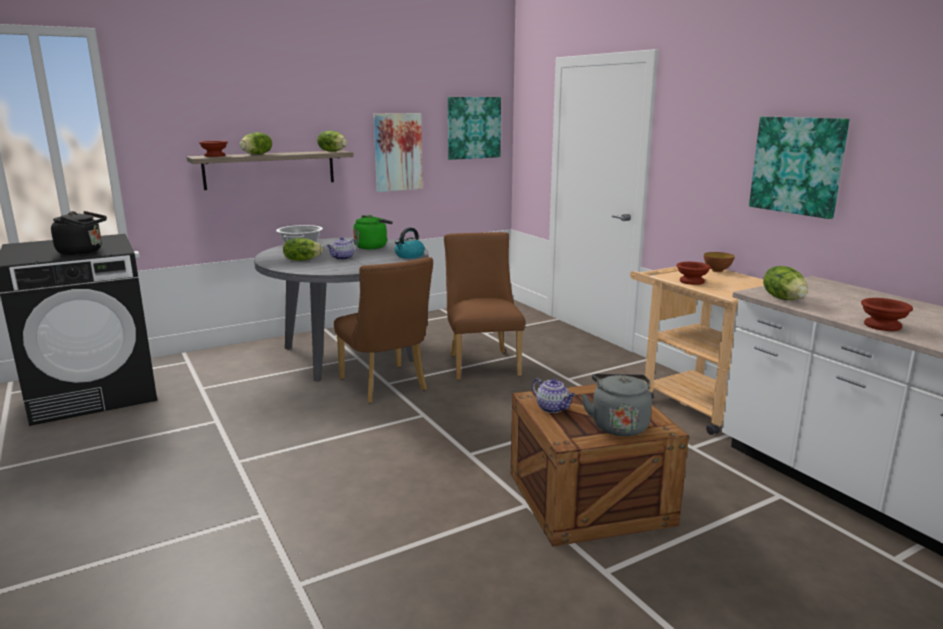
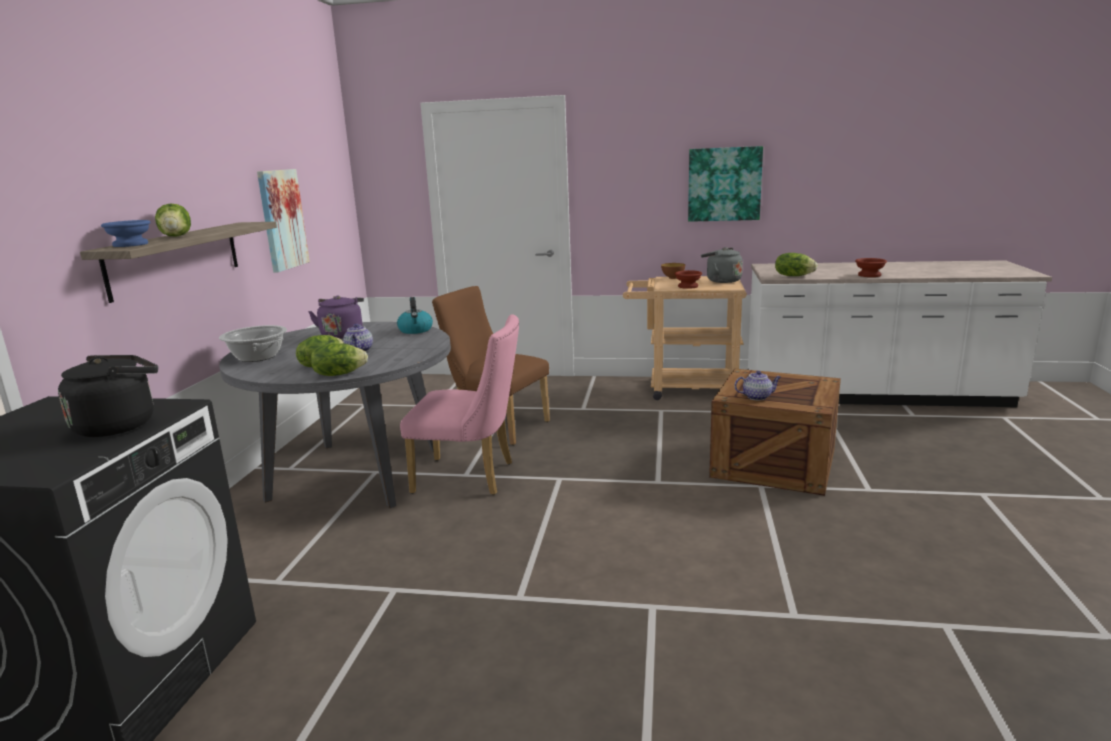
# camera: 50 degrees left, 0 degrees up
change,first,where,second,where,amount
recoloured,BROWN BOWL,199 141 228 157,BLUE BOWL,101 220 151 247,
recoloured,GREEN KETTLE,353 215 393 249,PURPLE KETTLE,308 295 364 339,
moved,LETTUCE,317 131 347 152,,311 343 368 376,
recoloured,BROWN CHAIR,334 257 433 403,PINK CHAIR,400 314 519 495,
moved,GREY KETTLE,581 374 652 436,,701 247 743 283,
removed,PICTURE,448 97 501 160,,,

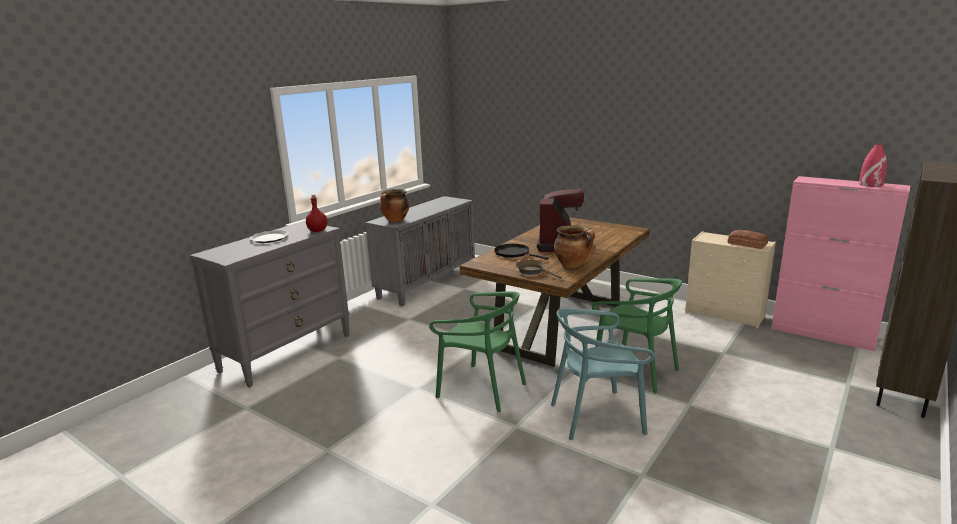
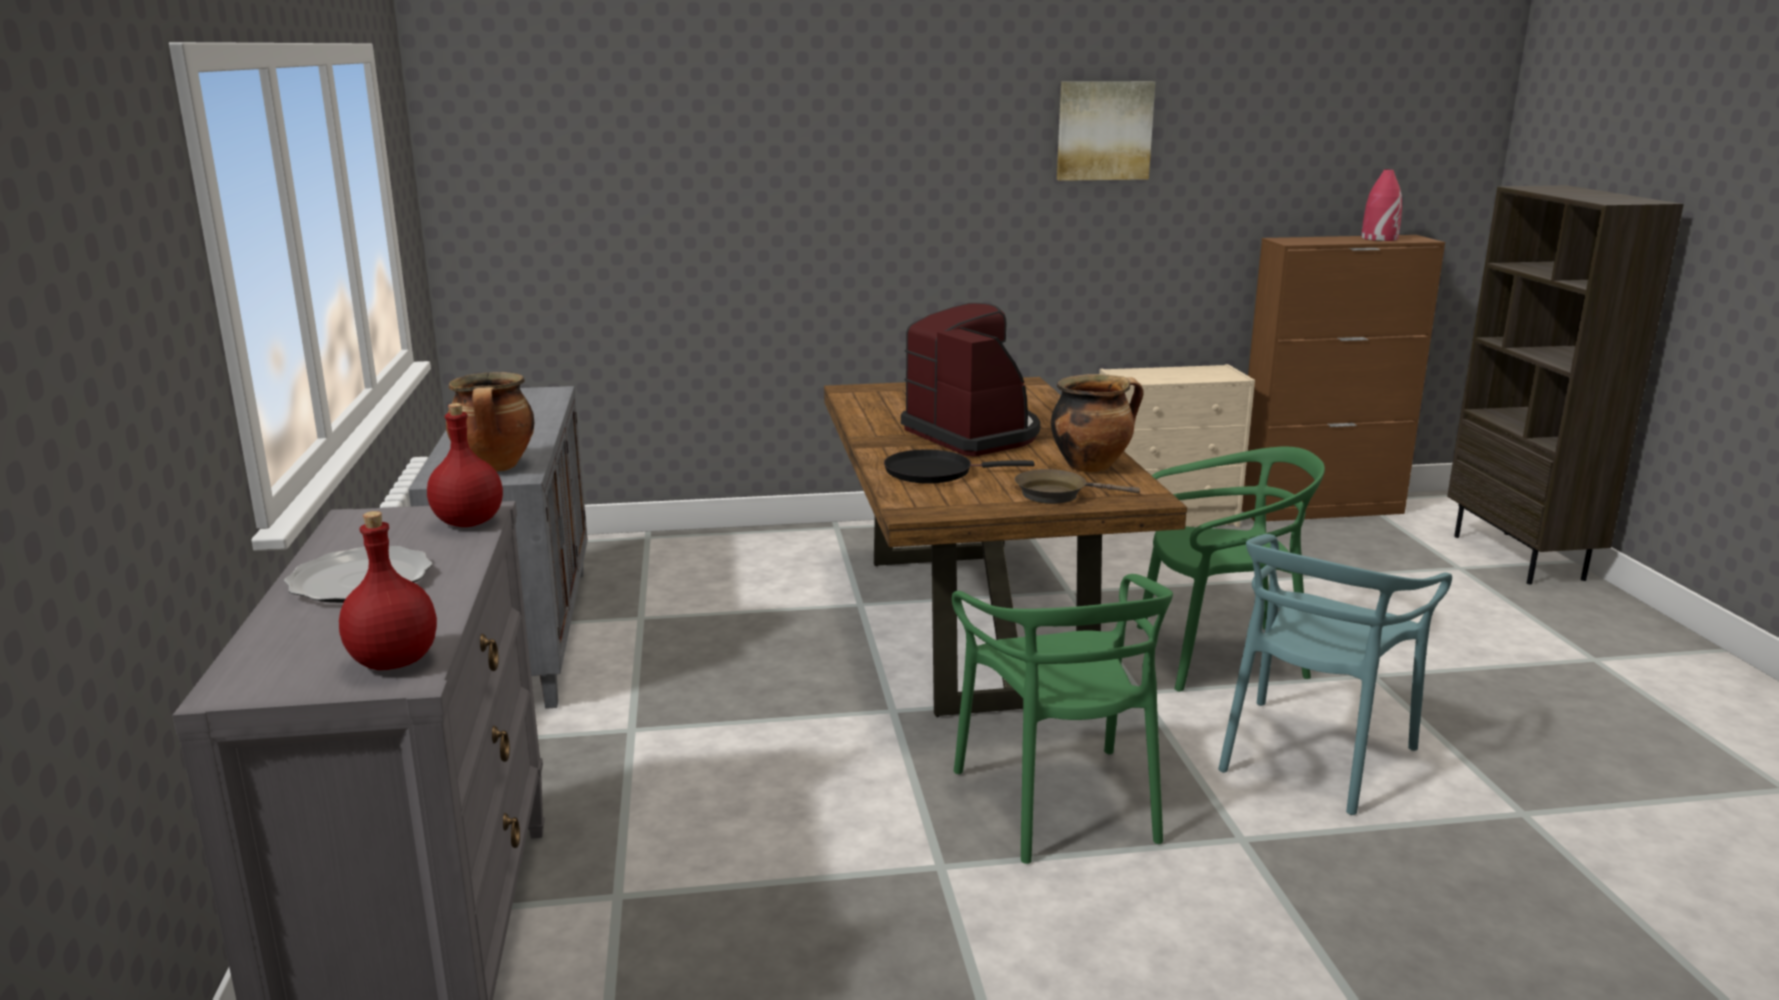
# camera: 45 degrees left, 0 degrees up
change,first,where,second,where,amount
added,,,RED BOTTLE,339 511 437 670,
turned,GREEN CHAIR,429 292 526 412,,952 574 1173 864,90 degrees clockwise
added,,,PICTURE,1057 81 1156 181,
recoloured,PINK CABINET,771 176 910 351,BROWN CABINET,1242 235 1445 521,
removed,BREAD,727 230 768 249,,,

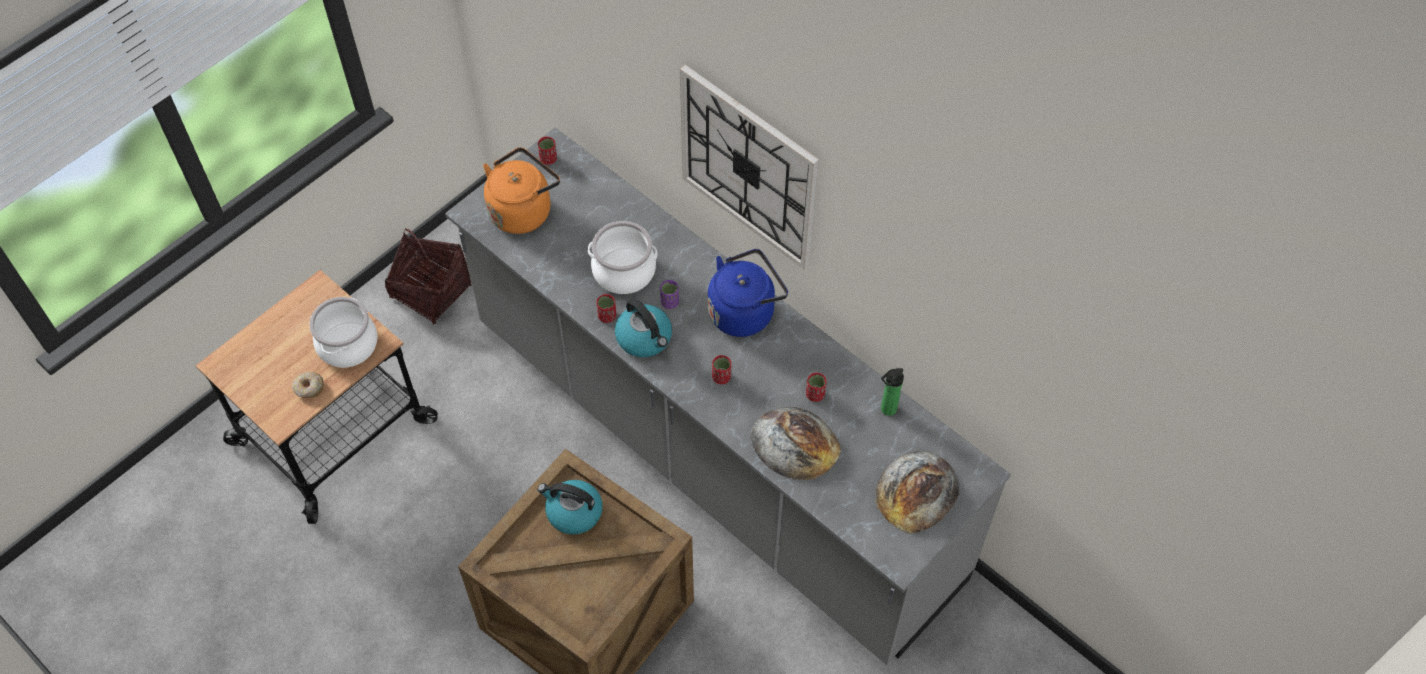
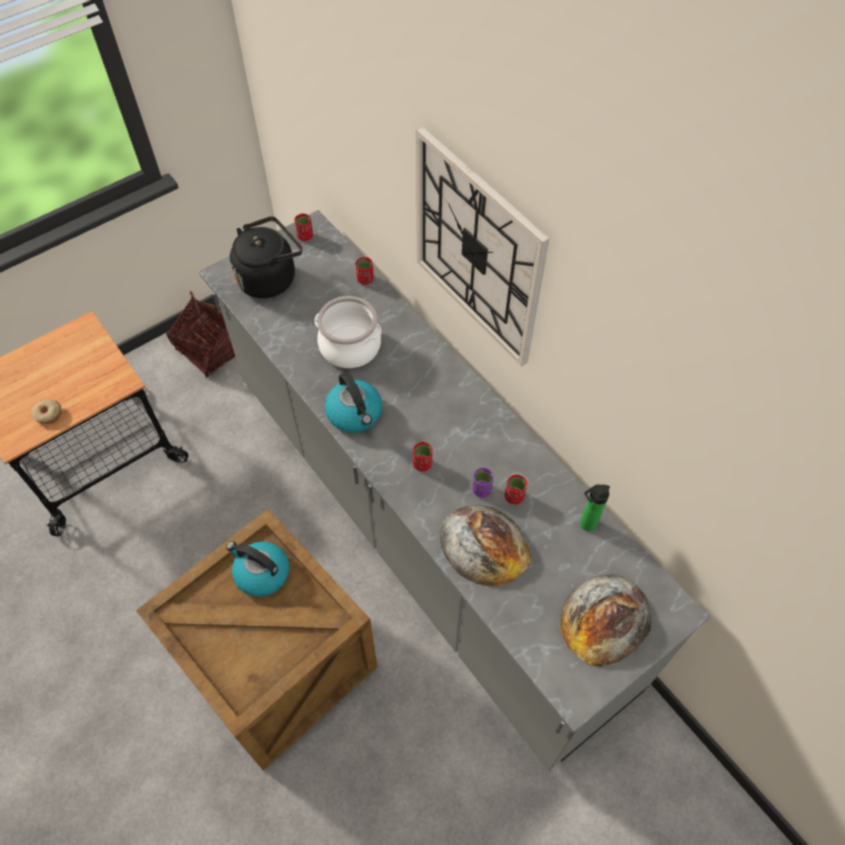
# camera: 10 degrees right, 0 degrees up
change,first,where,second,where,amount
recoloured,ORANGE KETTLE,483 147 560 234,BLACK KETTLE,230 216 302 298,
moved,RED CUP,596 294 616 323,,356 257 373 285,
moved,PURPLE CUP,660 280 679 309,,472 468 494 498,
removed,COOKING POT,309 297 378 368,,,
removed,BLUE KETTLE,708 249 788 337,,,

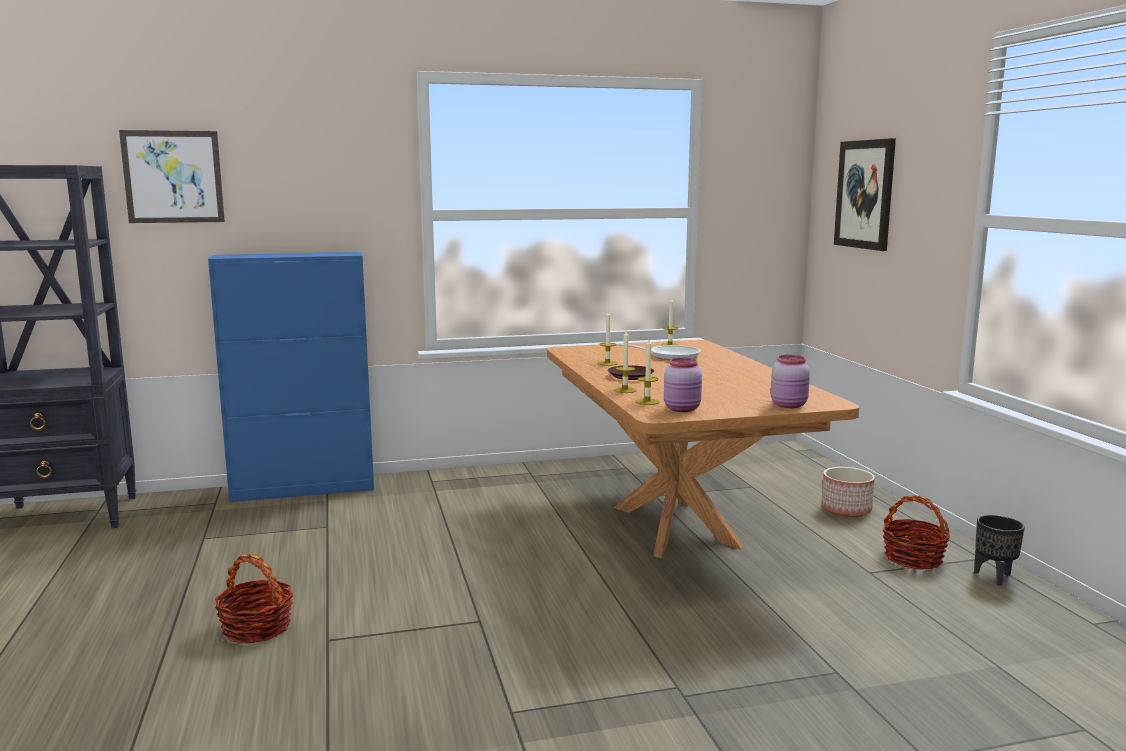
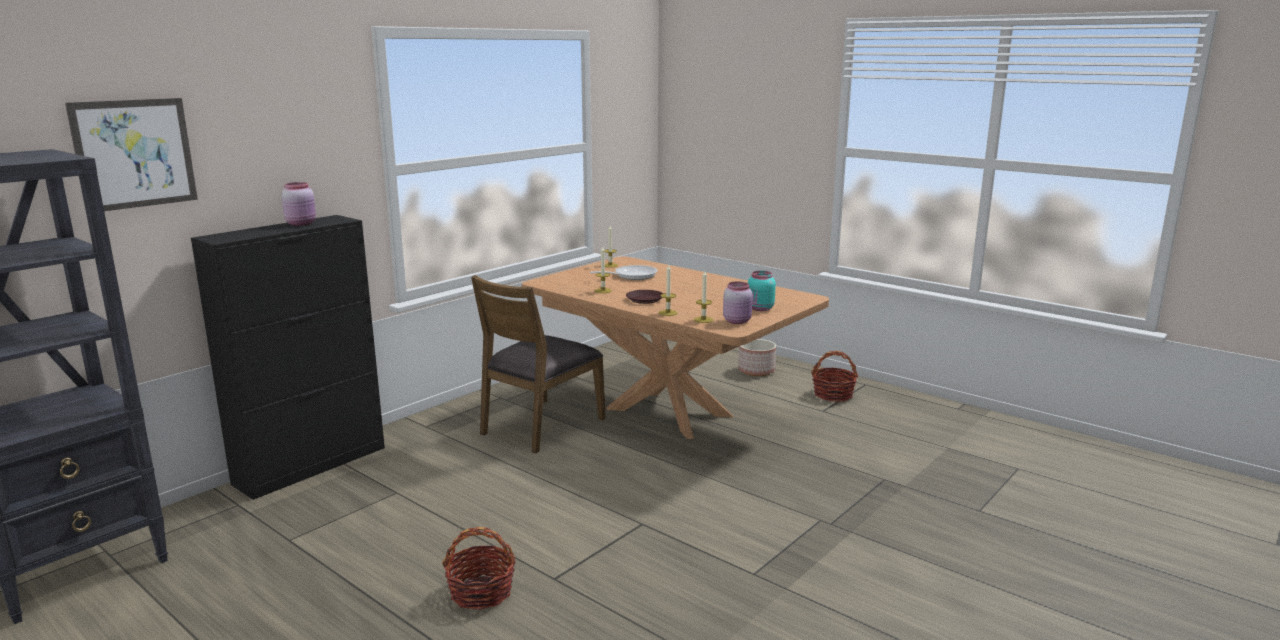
# camera: 35 degrees left, 5 degrees up
change,first,where,second,where,amount
recoloured,BLUE CABINET,208 252 374 502,BLACK CABINET,191 215 385 500,
moved,PINK JAR,771 355 810 408,,281 182 316 226,
added,,,BROWN CHAIR,471 275 606 454,
added,,,TURQUOISE JAR,748 271 776 311,
removed,PICTURE,834 138 896 251,,,
removed,BLACK PLANTER,974 515 1025 586,,,

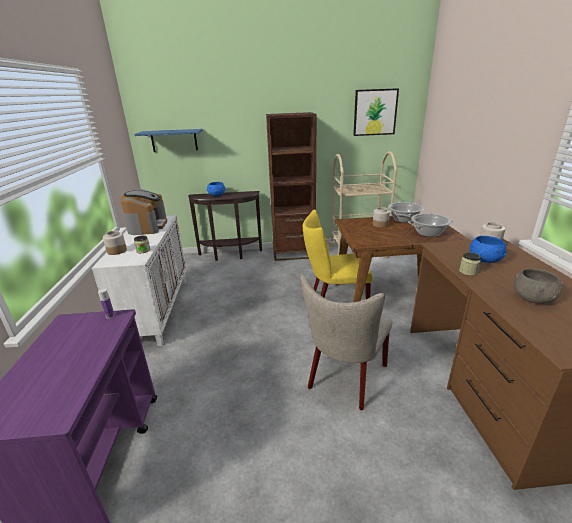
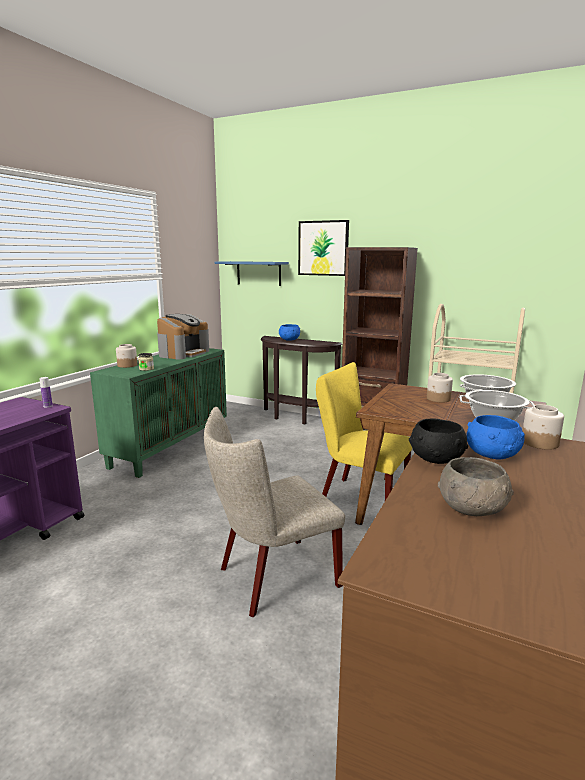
# camera: 30 degrees right, 10 degrees down
change,first,where,second,where,amount
recoloured,WHITE CABINET,92 215 186 346,GREEN CABINET,90 348 227 478,
moved,PICTURE,353 88 399 136,,298 220 349 276,
replaced,JAR,459 252 481 276,BLACK BOWL,409 418 468 464,

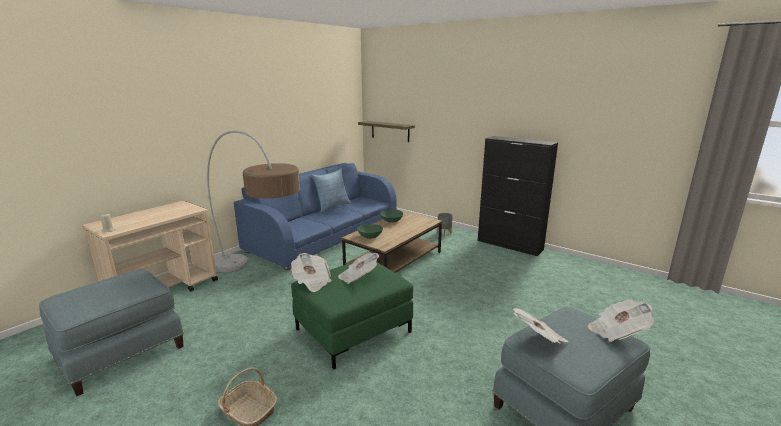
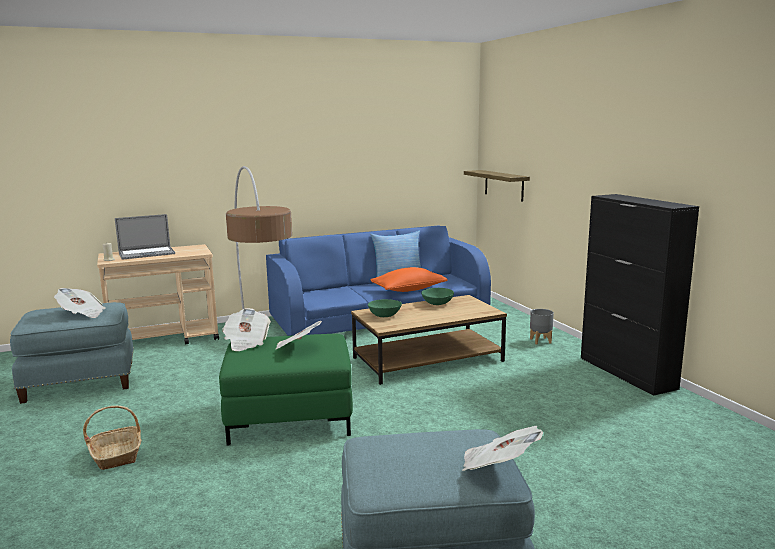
# camera: 30 degrees right, 5 degrees down
change,first,where,second,where,amount
moved,NEWSPAPER,513 308 568 344,,54 288 106 318,
added,,,LAPTOP,115 214 175 260,
added,,,ORANGE PILLOW,370 267 448 292,

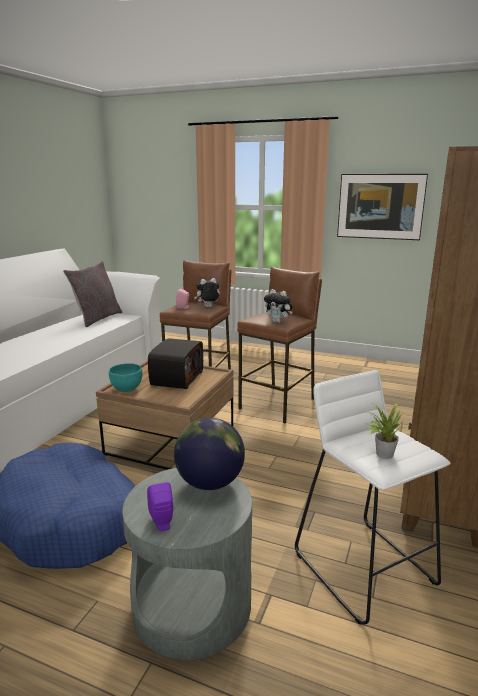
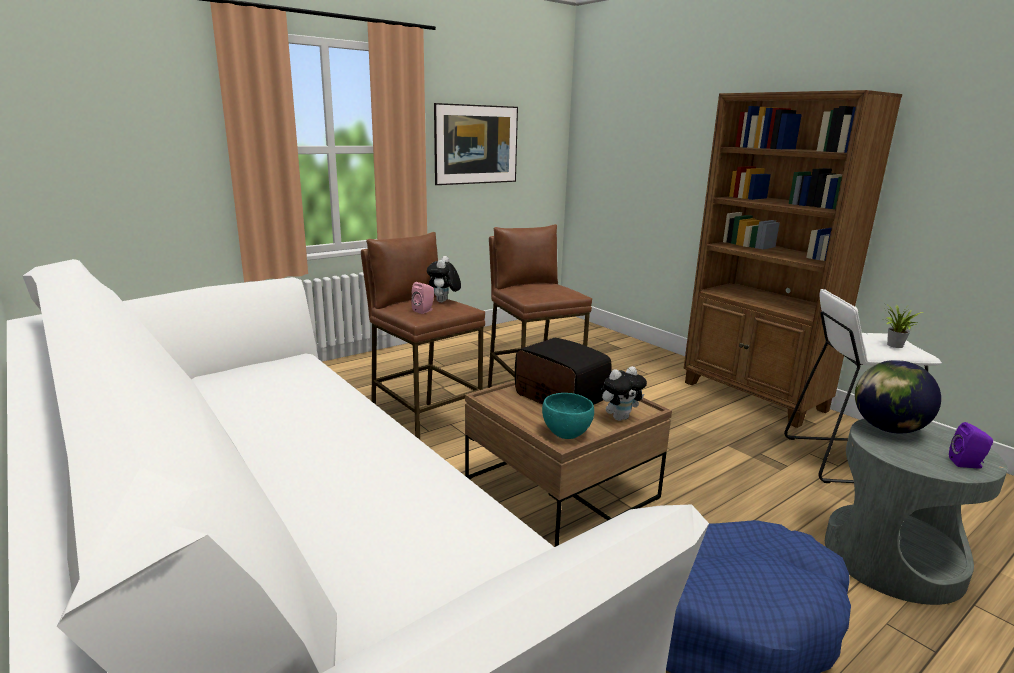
# camera: 60 degrees left, 0 degrees up
change,first,where,second,where,amount
moved,PLUSH TOY,264 289 293 323,,600 366 647 421,
removed,GREY PILLOW,63 261 122 327,,,

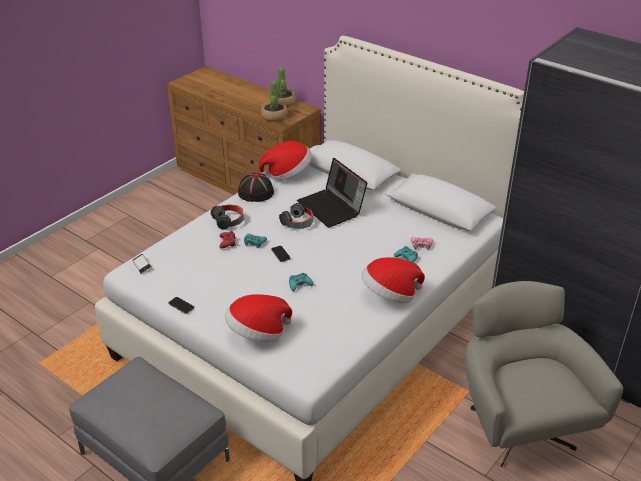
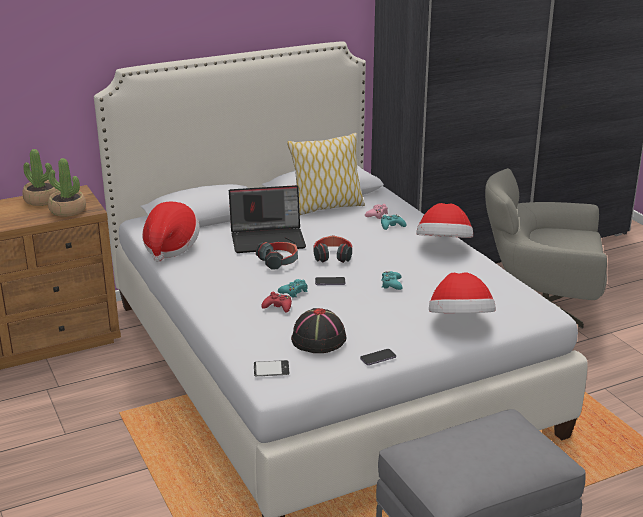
# camera: 65 degrees left, 10 degrees down
change,first,where,second,where,amount
added,,,PILLOW,287 133 365 215,
moved,BLACK HAT,238 173 274 202,,291 308 346 353,
moved,HEADPHONES,211 204 244 230,,314 235 352 263,

